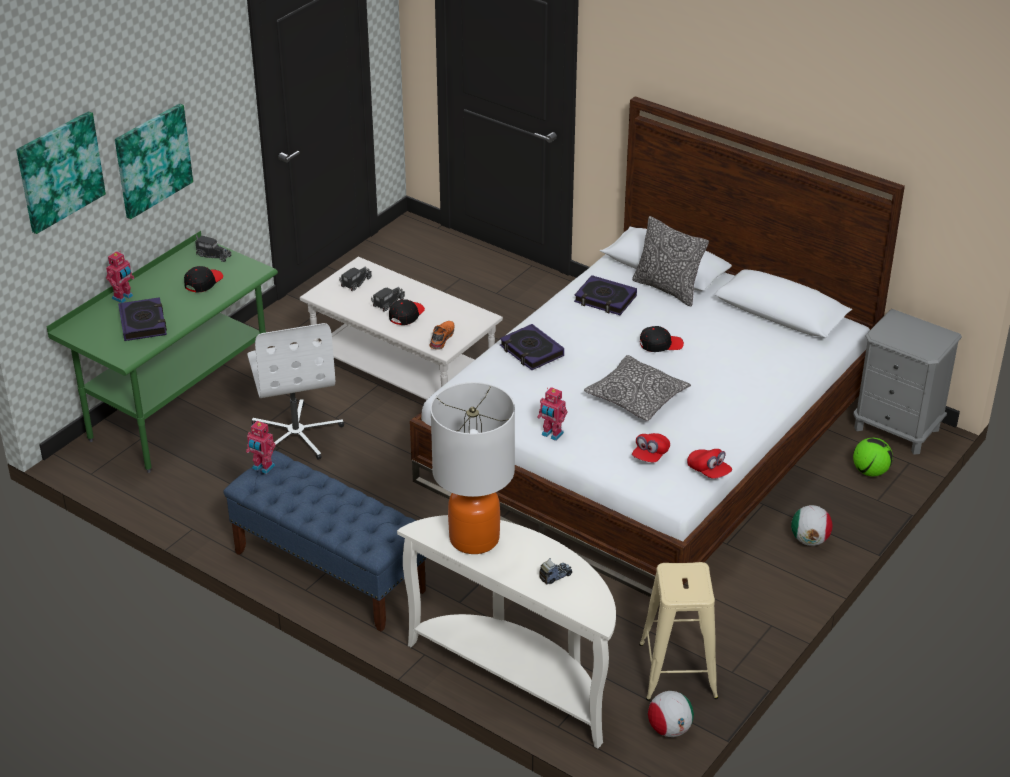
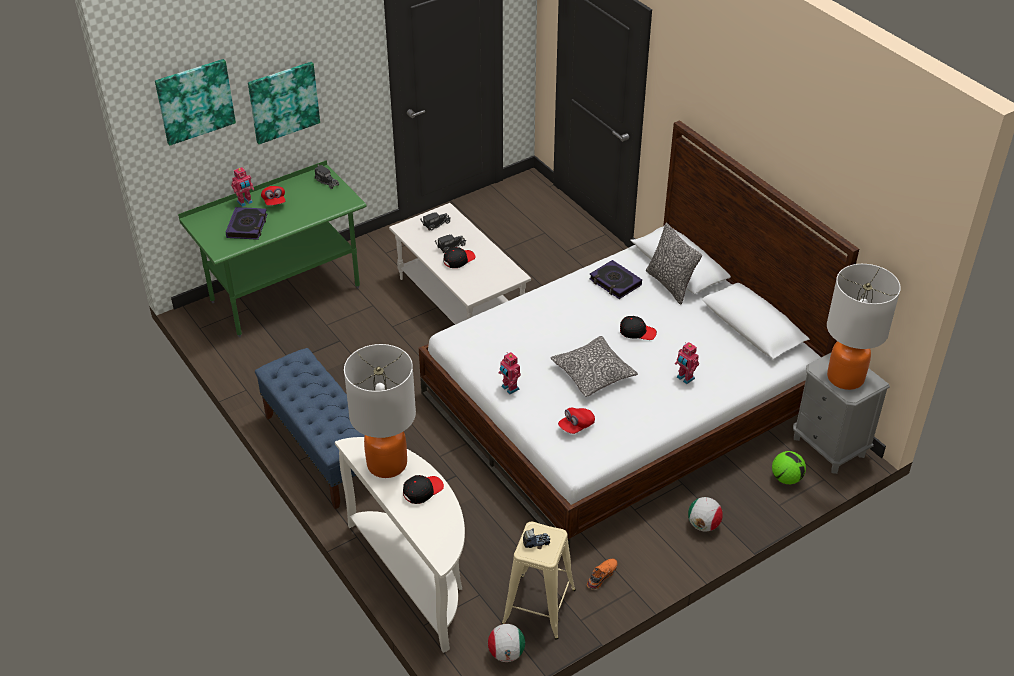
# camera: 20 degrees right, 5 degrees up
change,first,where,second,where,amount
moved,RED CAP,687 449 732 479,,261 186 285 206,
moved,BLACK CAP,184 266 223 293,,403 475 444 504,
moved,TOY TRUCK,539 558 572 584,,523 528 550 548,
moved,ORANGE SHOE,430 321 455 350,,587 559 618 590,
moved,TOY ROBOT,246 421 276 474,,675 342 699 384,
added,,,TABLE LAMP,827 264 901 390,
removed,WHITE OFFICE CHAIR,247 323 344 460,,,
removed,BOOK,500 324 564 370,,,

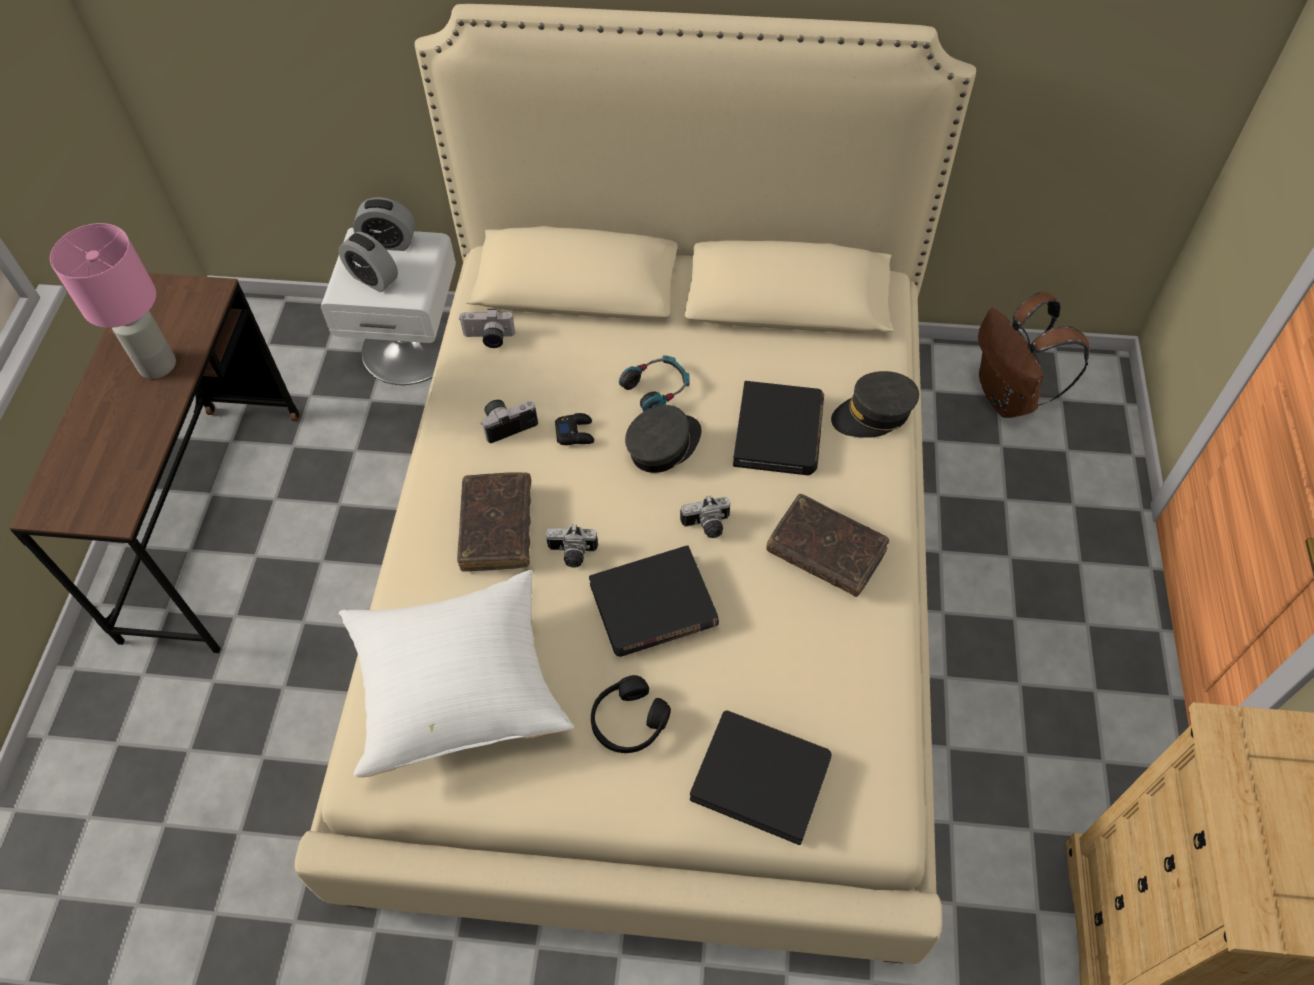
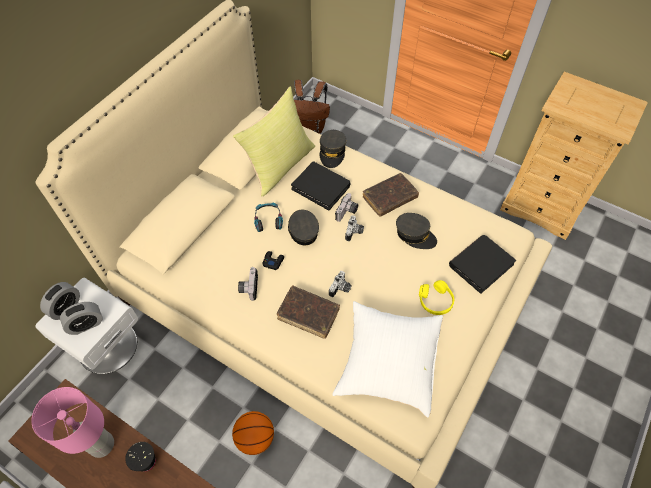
# camera: 65 degrees left, 0 degrees up
change,first,where,second,where,amount
added,,,BLACK CUP,125 442 156 471,
added,,,BASKETBALL,232 411 274 455,
added,,,YELLOW PILLOW,233 86 315 197,
moved,PHOTO CAMERA,459 309 515 348,,335 193 358 222,
added,,,GREY CAP,396 213 437 249,
recoloured,BLACK HEADPHONES,591 675 671 753,YELLOW HEADPHONES,419 280 454 315,
removed,BLACK BOOK,589 545 719 657,,,

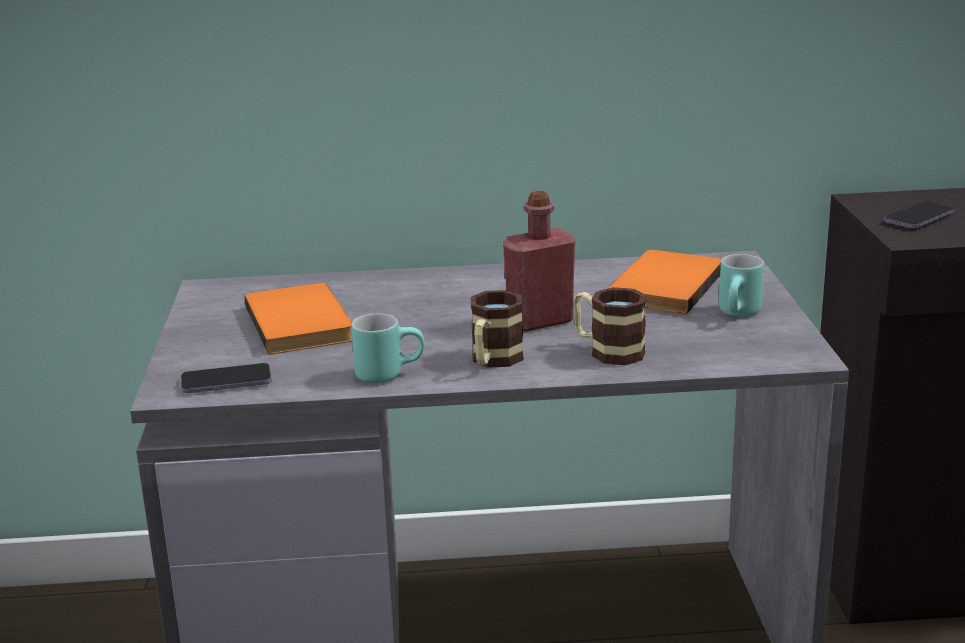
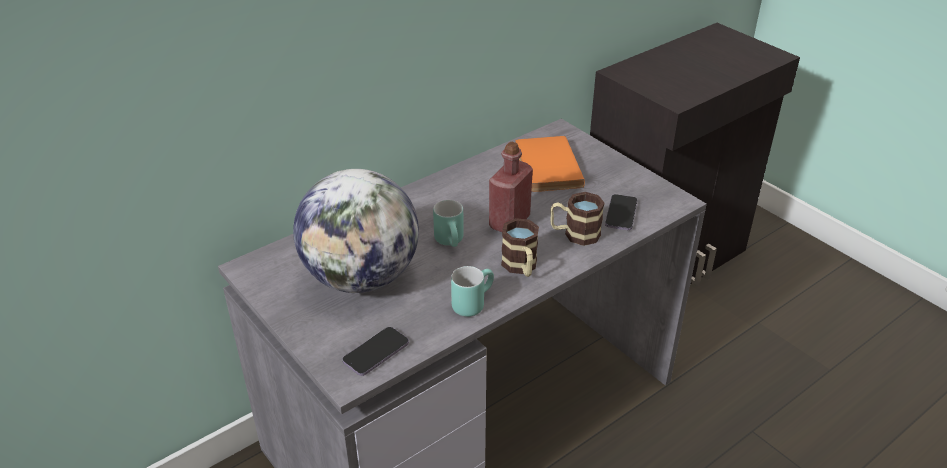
# camera: 35 degrees left, 15 degrees up
change,first,where,second,where,amount
replaced,ORANGE BOOK,244 283 352 355,GLOBE,293 169 419 293,
moved,TURQUOISE MUG,719 254 764 317,,433 200 464 247,
moved,PHONE,884 201 955 228,,605 194 637 230,

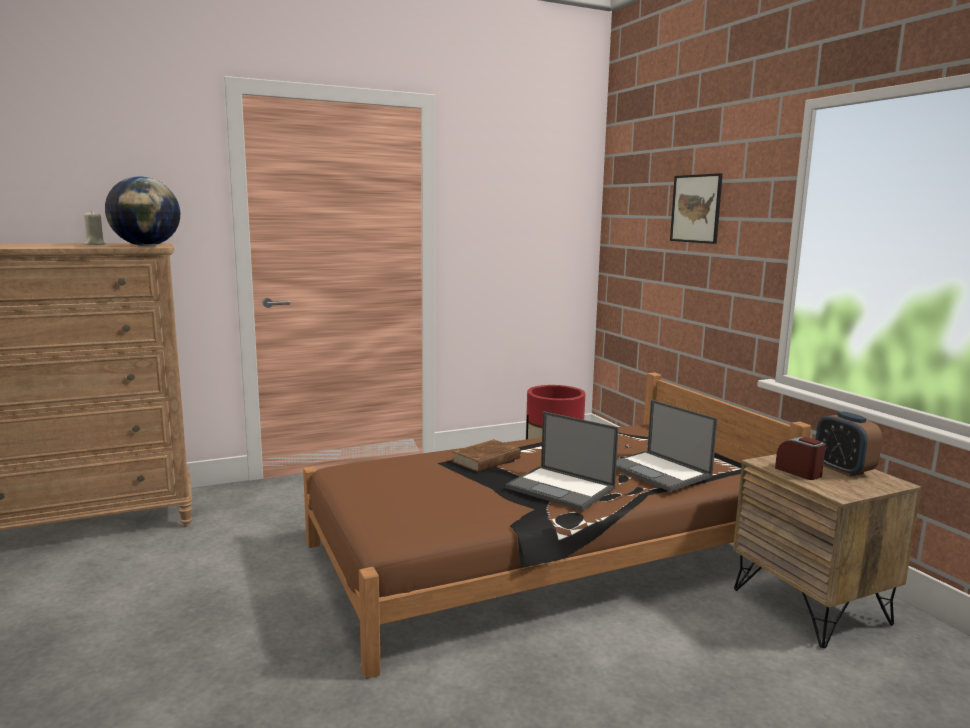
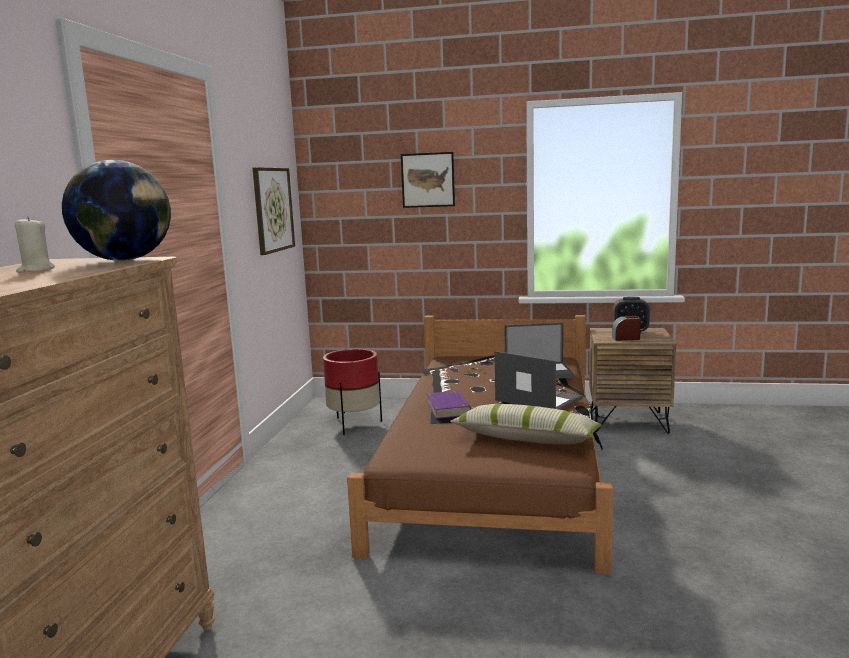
# camera: 55 degrees left, 0 degrees up
change,first,where,second,where,amount
added,,,PICTURE,253 167 295 255,
recoloured,BROWN BOOK,452 440 521 472,PURPLE BOOK,427 390 471 419,
added,,,PILLOW,450 404 602 444,
turned,LAPTOP,506 411 619 511,,495 351 583 410,120 degrees counterclockwise

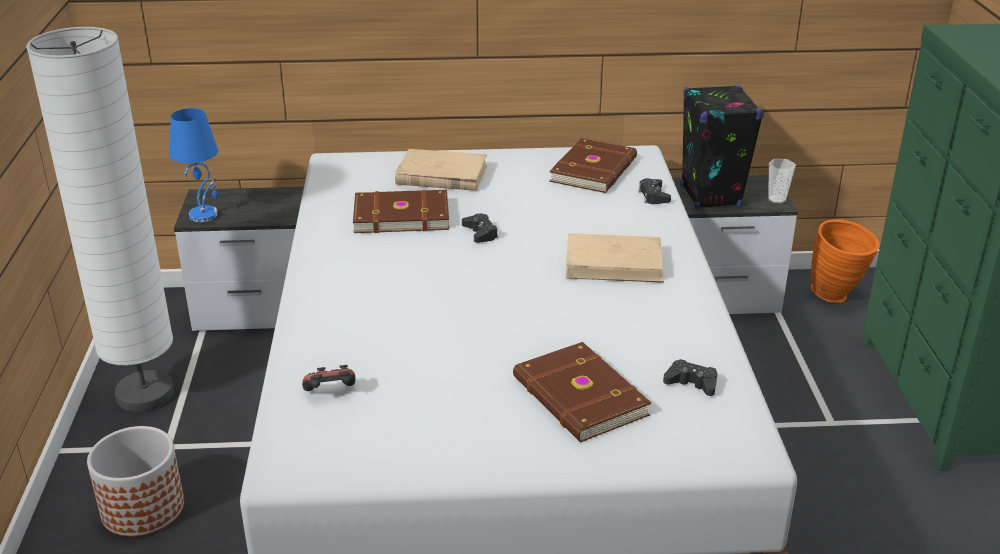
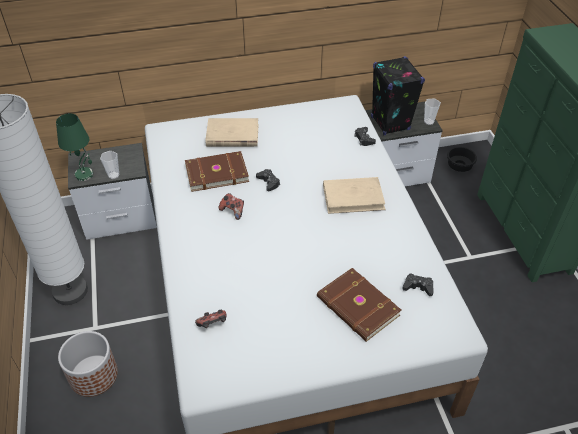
# camera: 10 degrees left, 15 degrees up
change,first,where,second,where,amount
recoloured,BLUE TABLE LAMP,170 108 218 222,GREEN TABLE LAMP,56 113 93 181,
added,,,CUP,100 151 119 179,
added,,,GAME CONTROLLER,218 193 244 220,
replaced,ORANGE VASE,811 219 880 303,BLACK BOWL,447 147 477 172,
removed,BROWN BOOK,549 138 637 193,,,

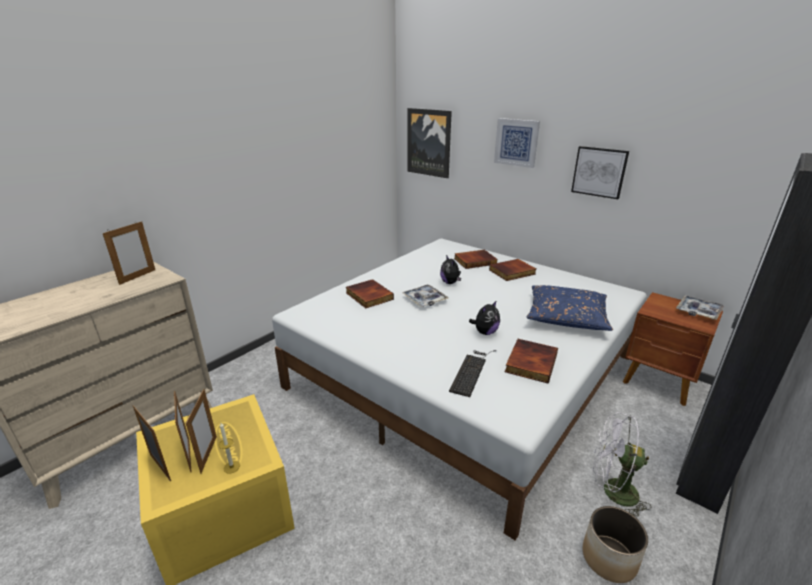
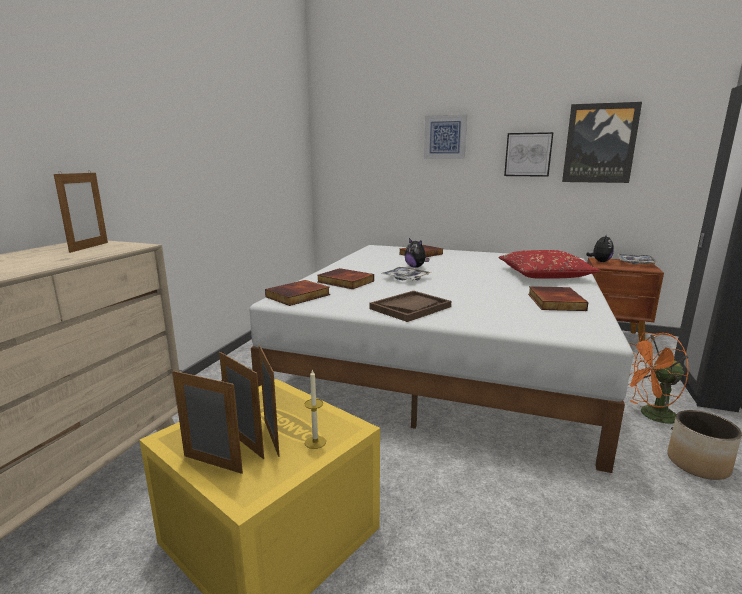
# camera: 20 degrees left, 10 degrees down
change,first,where,second,where,amount
moved,BOOK,489 259 536 281,,265 280 330 306,
added,,,BROWN TRAY,370 291 451 322,
recoloured,BLUE PILLOW,526 285 613 331,RED PILLOW,498 250 600 279,
moved,PICTURE,407 108 452 178,,562 102 642 183,
moved,PLUSH TOY,469 300 500 335,,586 234 614 262,
recoloured,WHITE FAN,593 412 651 517,ORANGE FAN,628 332 689 431,
removed,KEYBOARD,449 350 496 397,,,

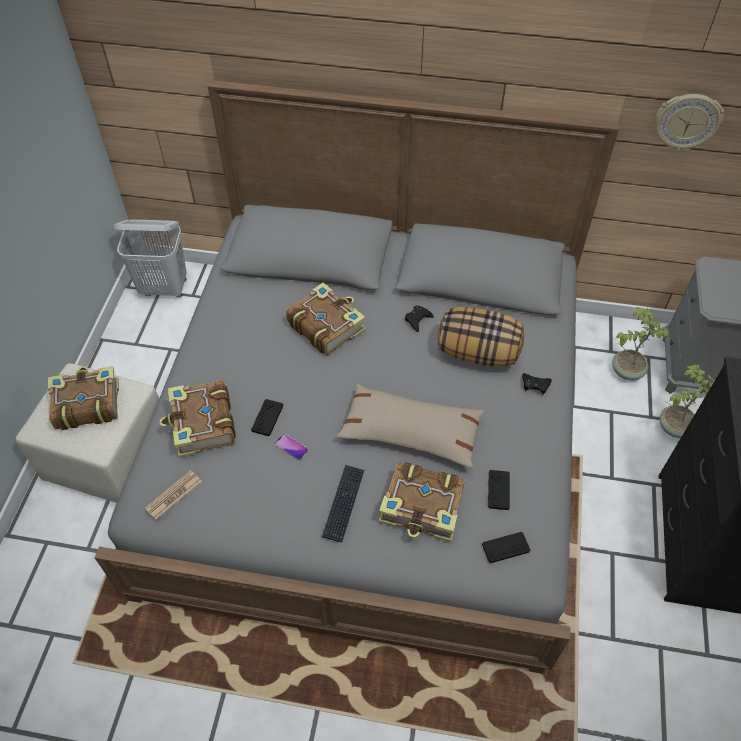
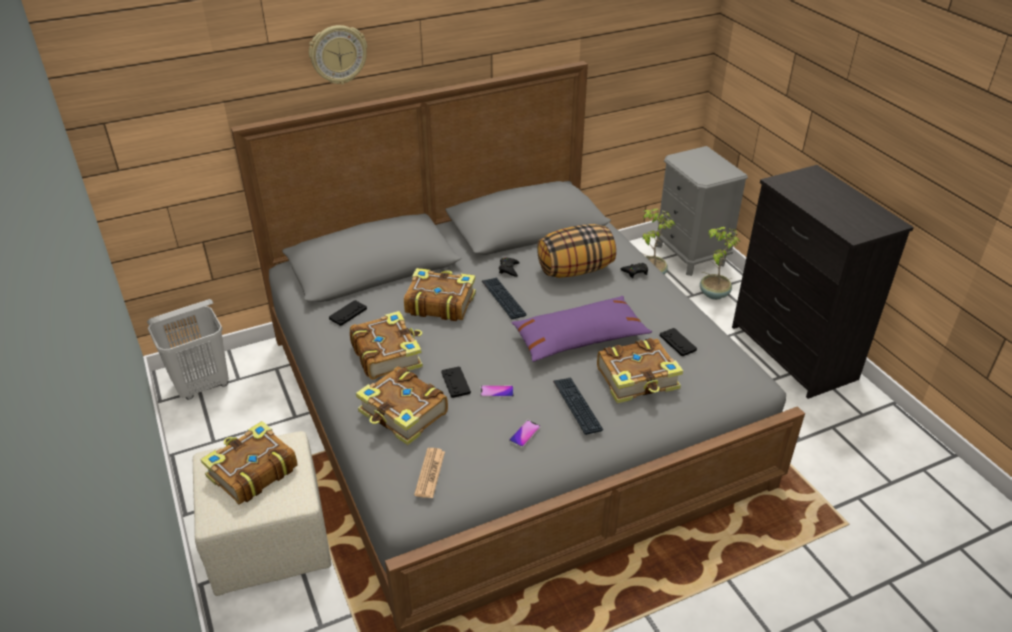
# camera: 35 degrees left, 15 degrees down
change,first,where,second,where,amount
moved,WALL CLOCK,656 94 724 151,,309 25 367 85,
moved,BLACK GAME CONTROLLER,482 532 530 563,,329 300 367 326,
added,,,BOOK,350 311 423 380,
added,,,KEYBOARD,482 277 527 319,
added,,,PHONE,509 420 541 448,
recoloured,BEIGE PILLOW,337 384 485 468,PURPLE PILLOW,512 296 652 362,

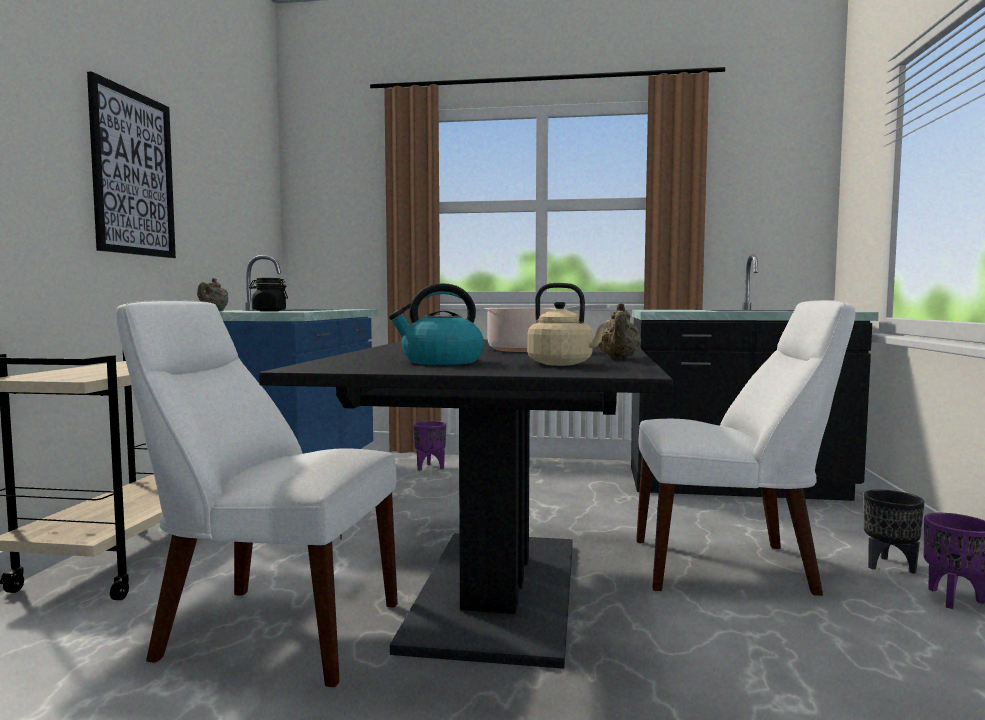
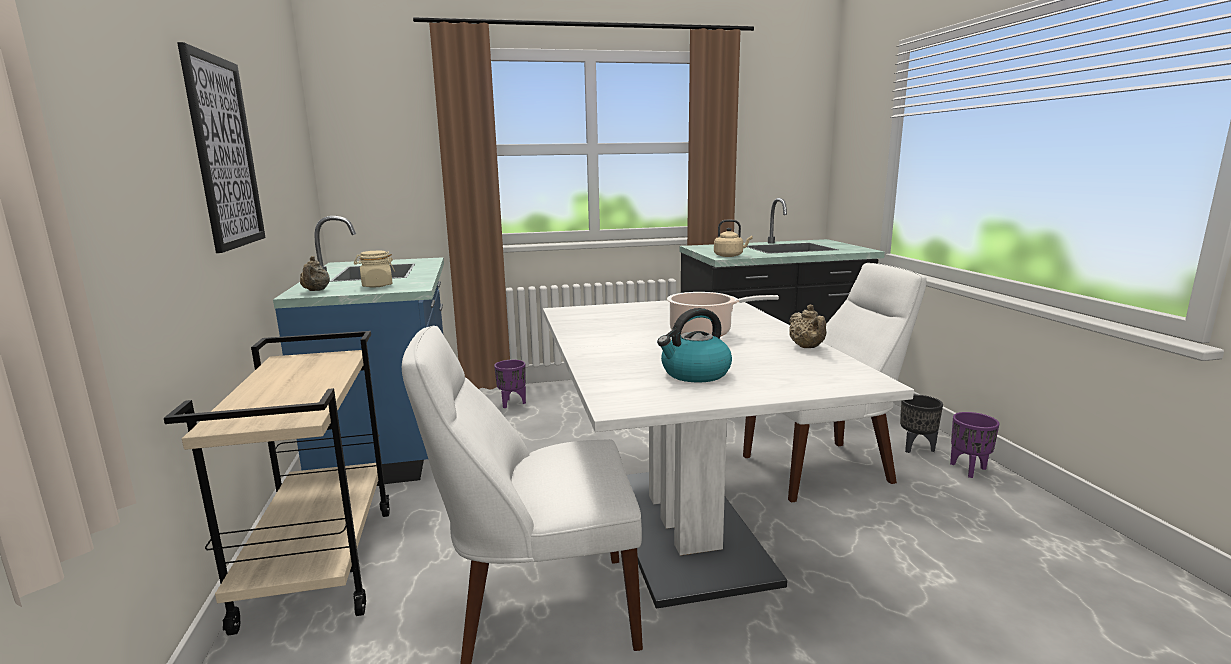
# camera: 20 degrees left, 10 degrees up
change,first,where,second,where,amount
recoloured,BLACK JAR,249 278 288 311,BEIGE JAR,354 251 395 287,
recoloured,BLACK DINING TABLE,259 339 673 669,WHITE DINING TABLE,543 296 914 609,
moved,BEIGE KETTLE,527 283 610 366,,714 220 753 257,

